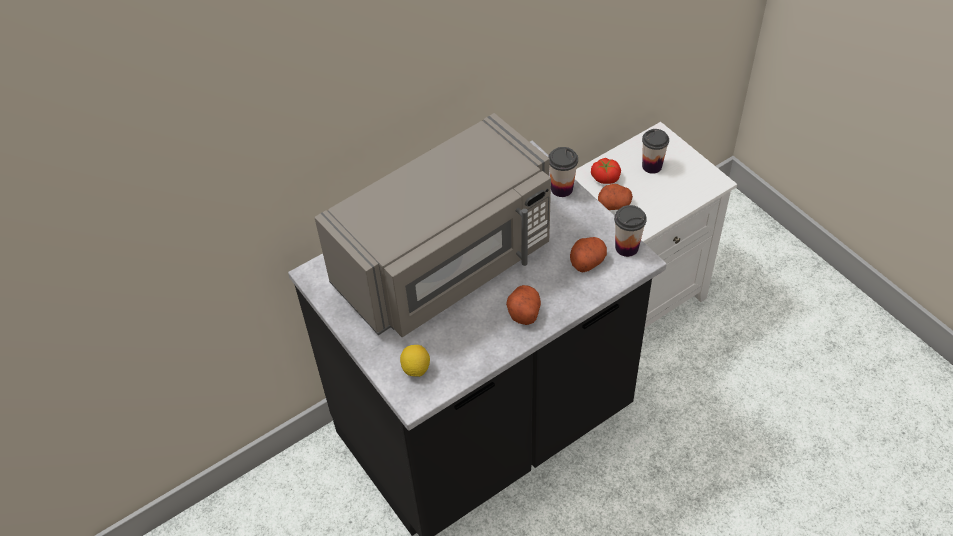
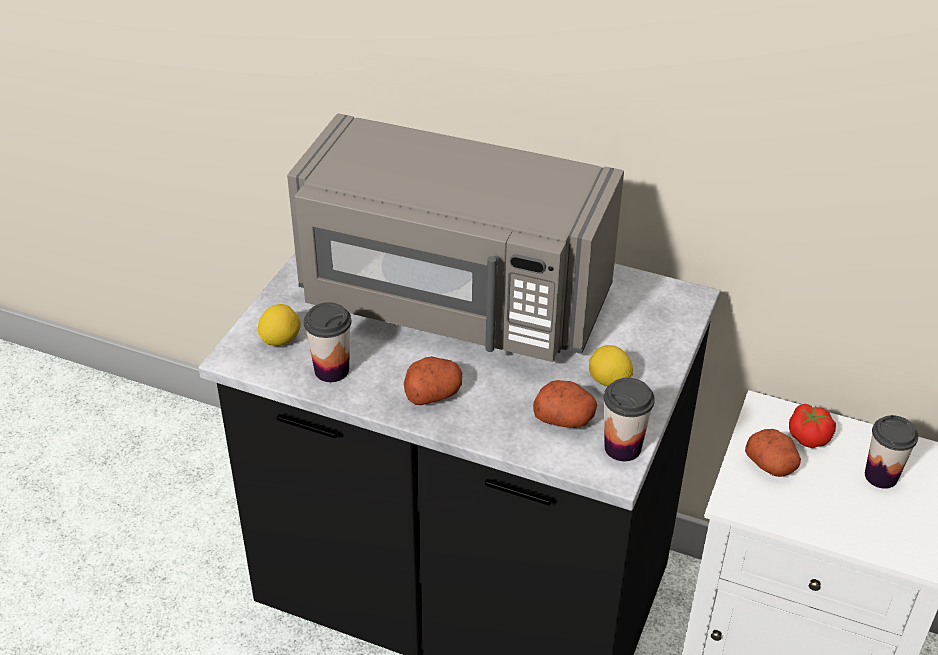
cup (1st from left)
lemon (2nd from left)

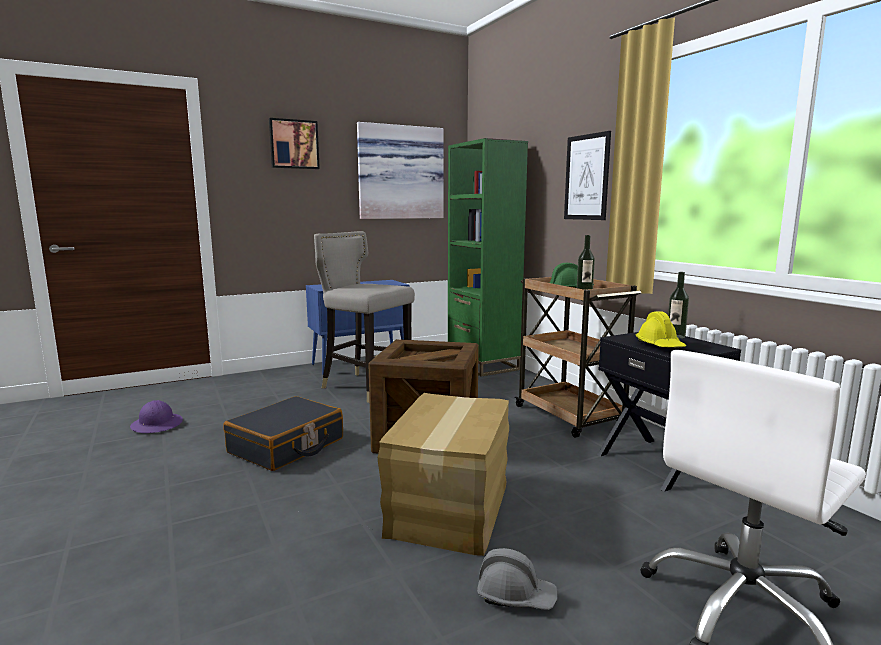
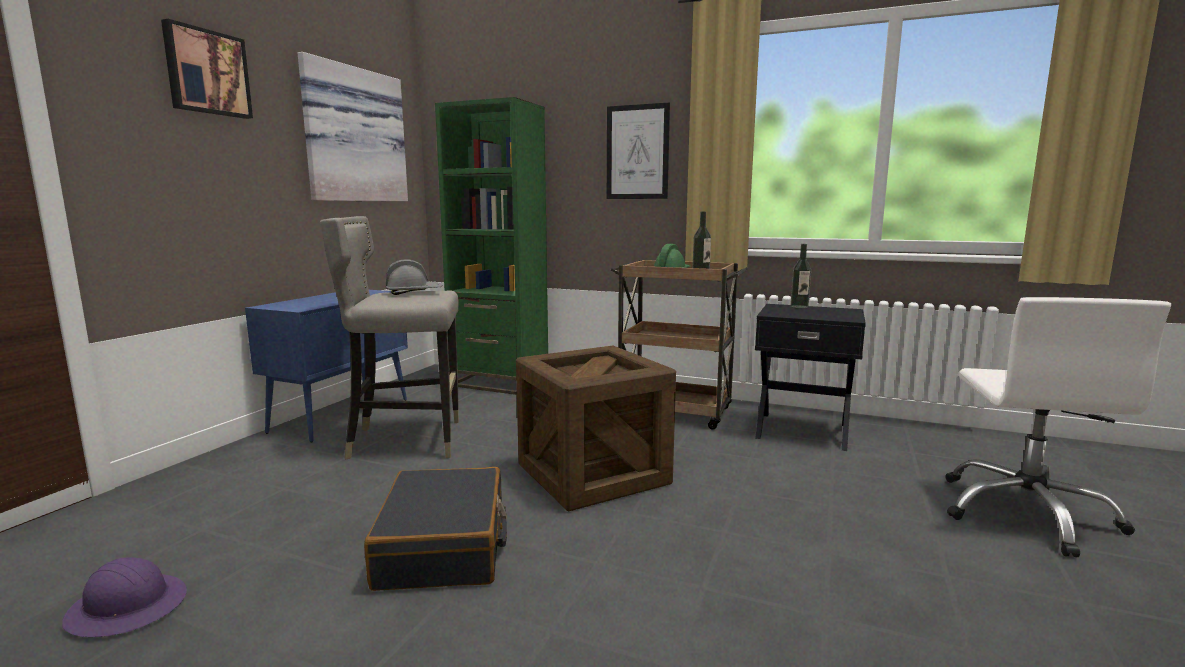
hard hat (grey)
cardboard box
hard hat (yellow)

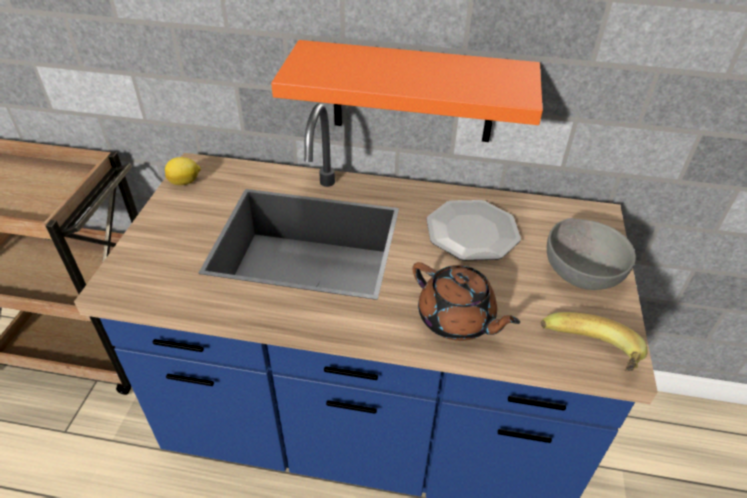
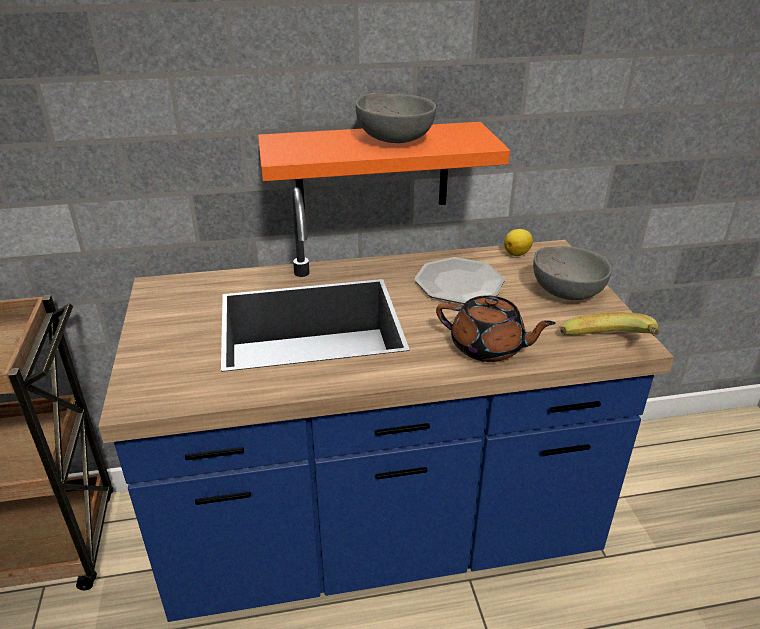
bowl (grey) (1st from left)
lemon

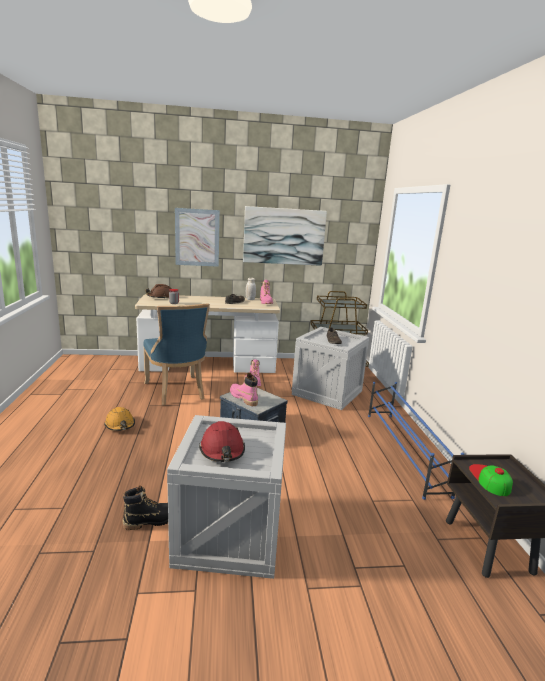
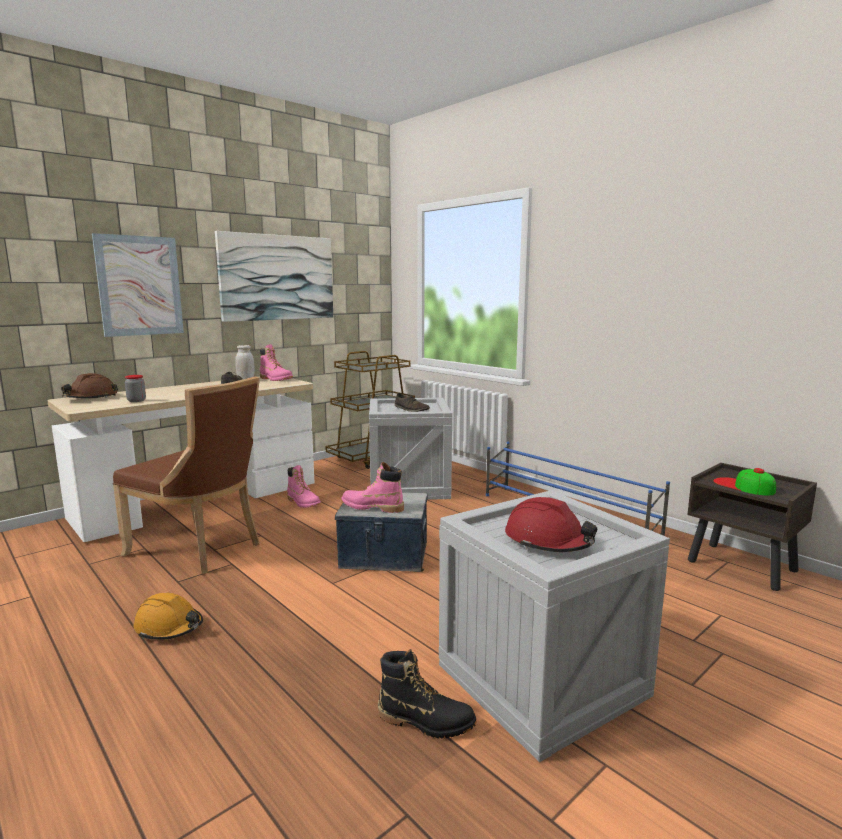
chair (brown)
boot (black)

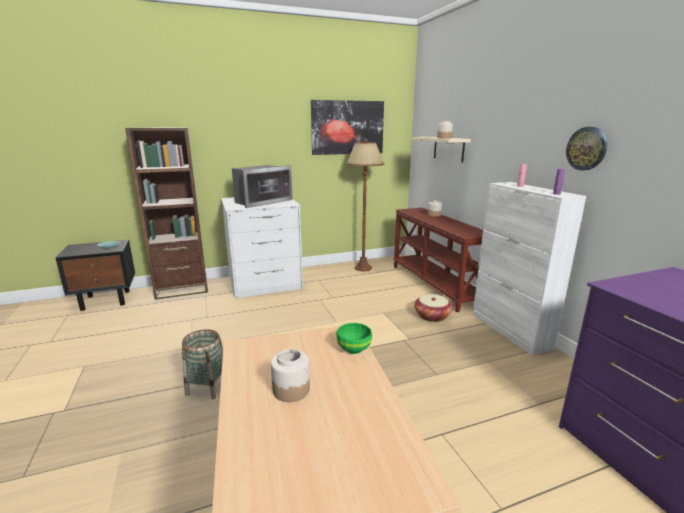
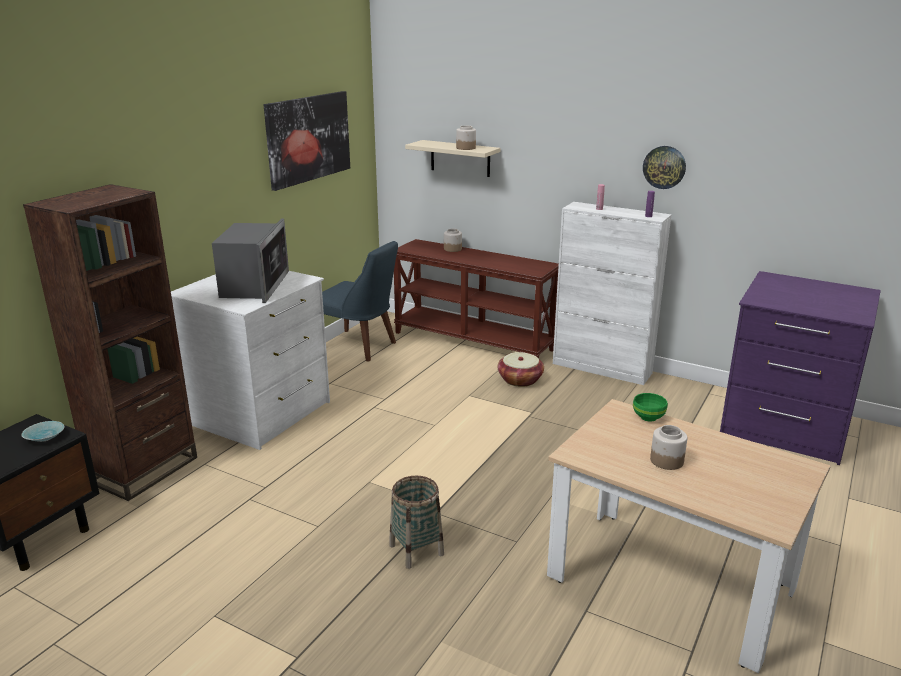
chair (blue)

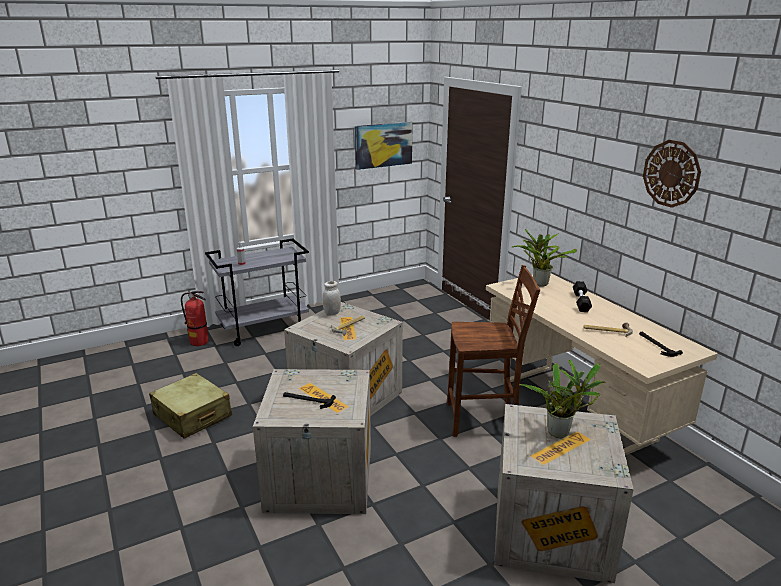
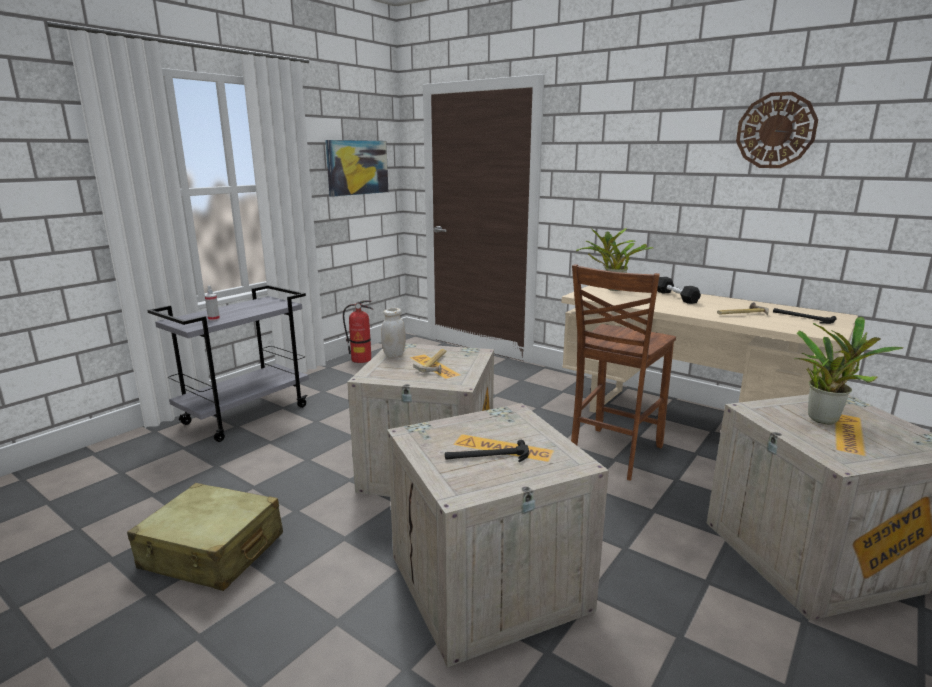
fire extinguisher
chair (brown)

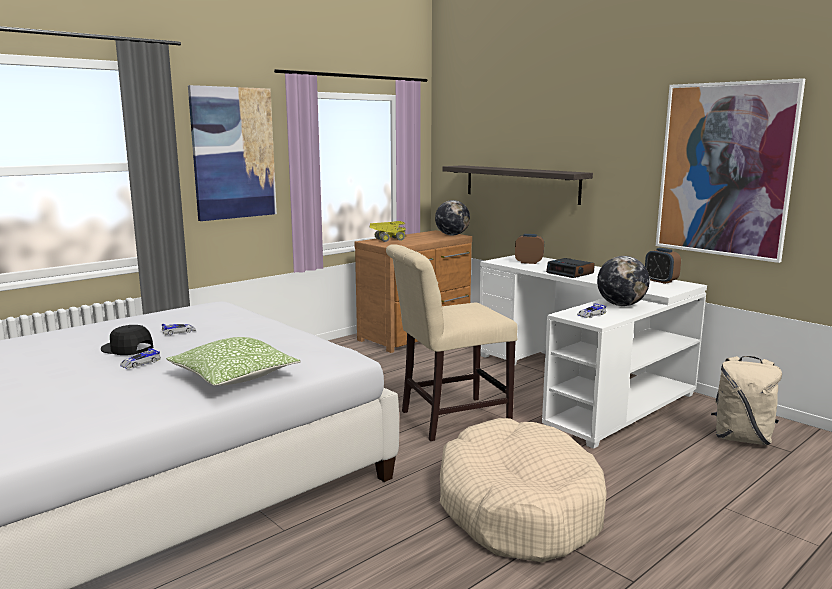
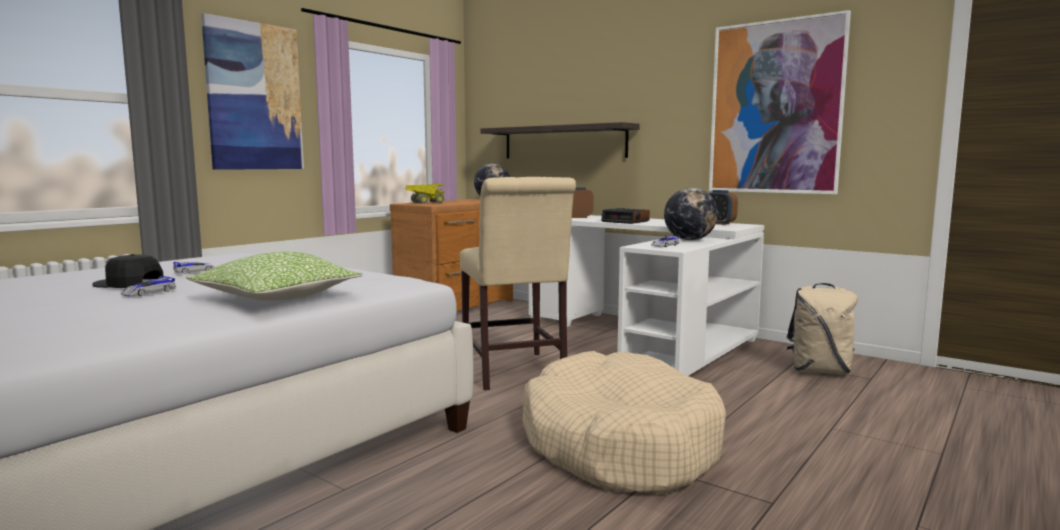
chair (beige)

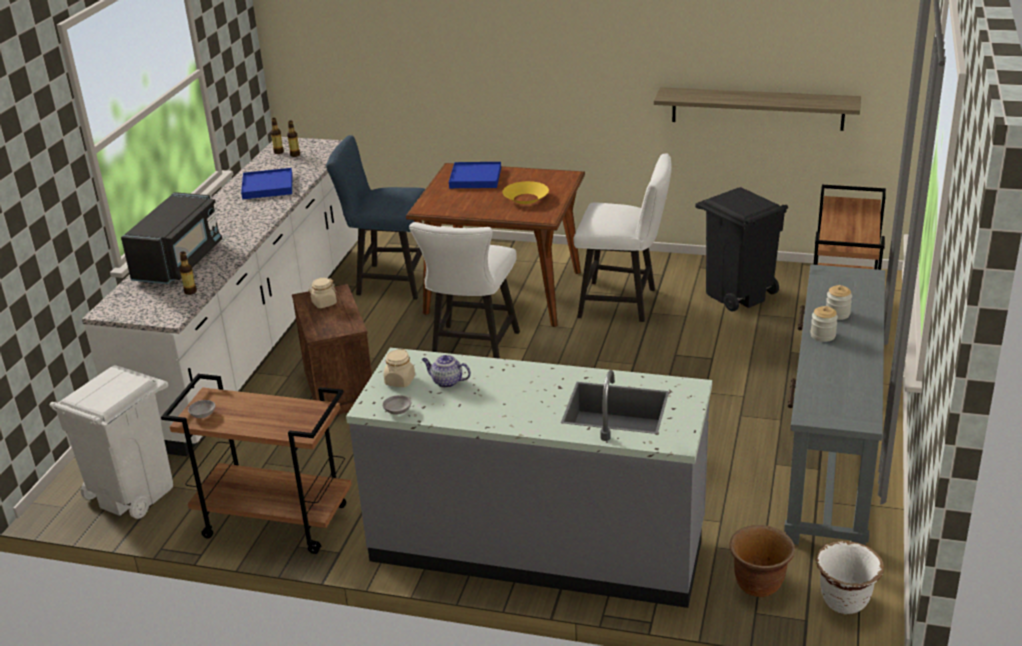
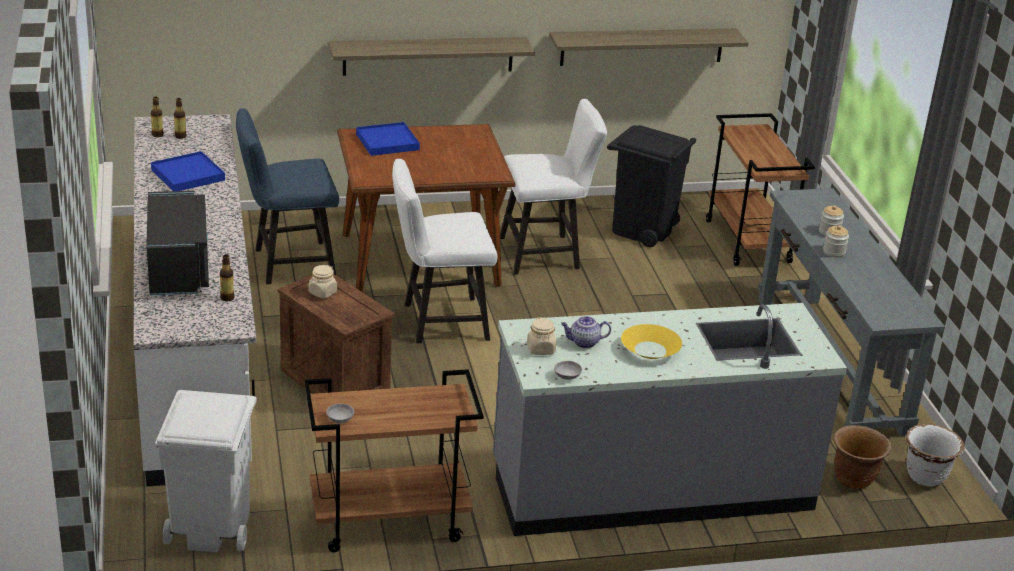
shelf (1st from left)
chair (white) (1st from left)
bowl (yellow)

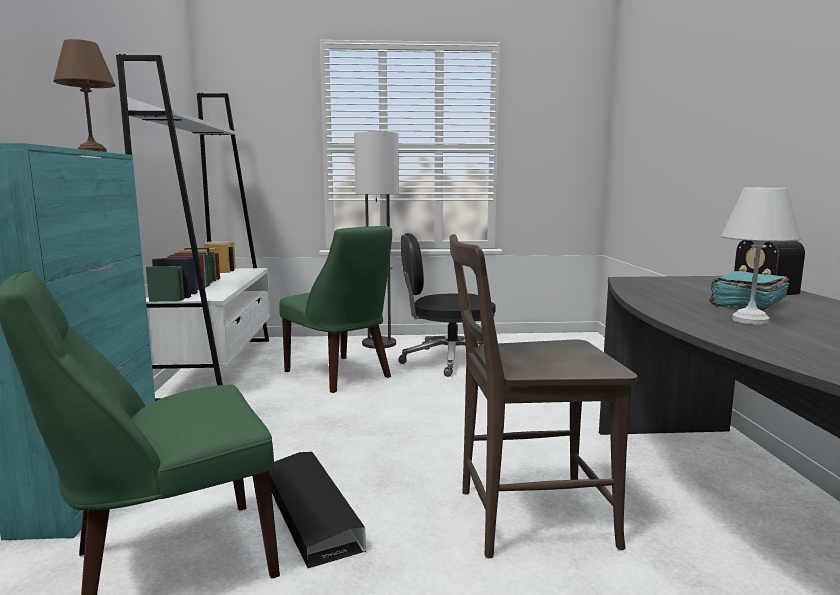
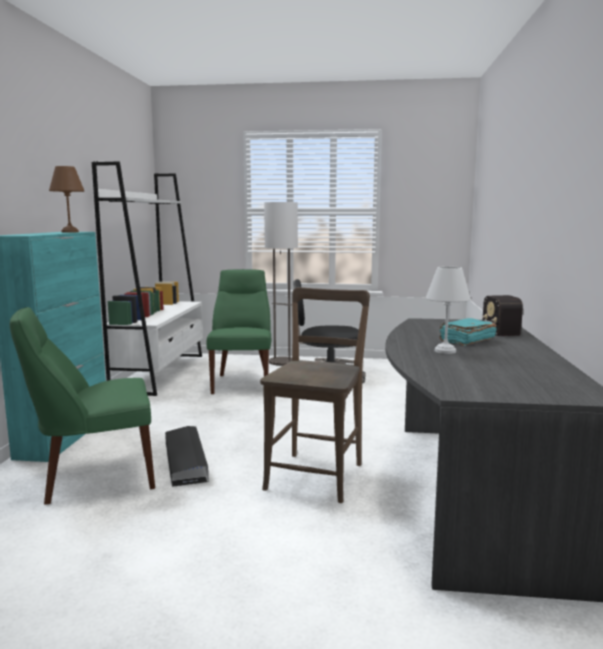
chair (green) (2nd from left)
chair (brown)

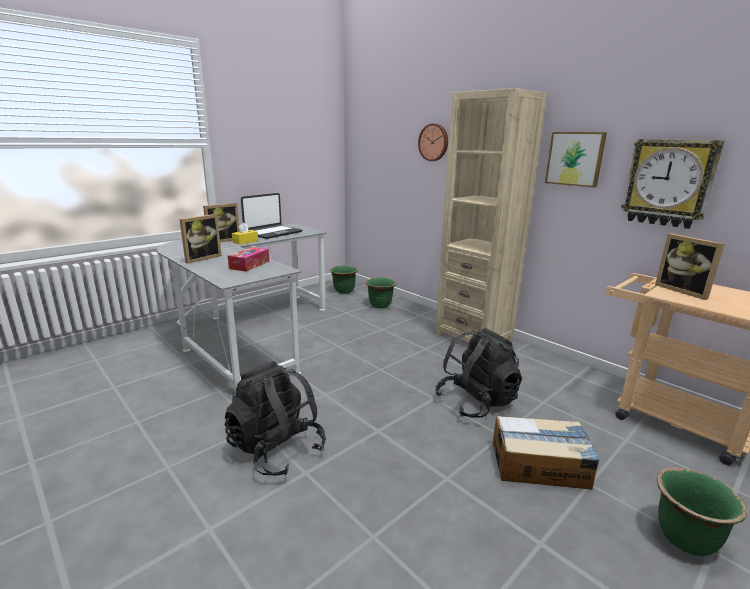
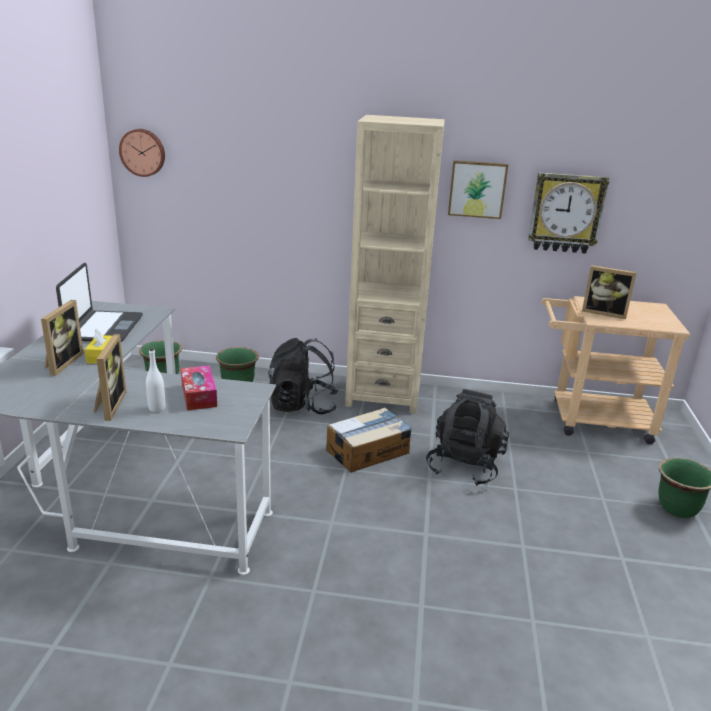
wall clock (1st from left)
bottle (white)
backpack (black) (1st from left)
cardboard box

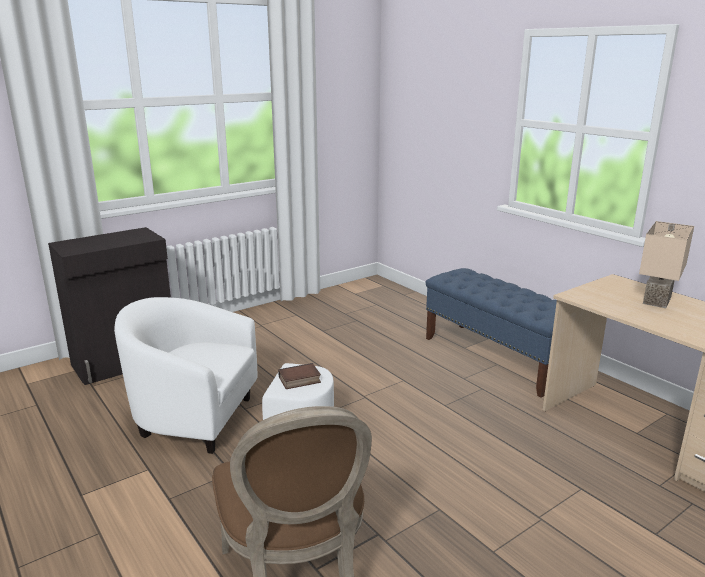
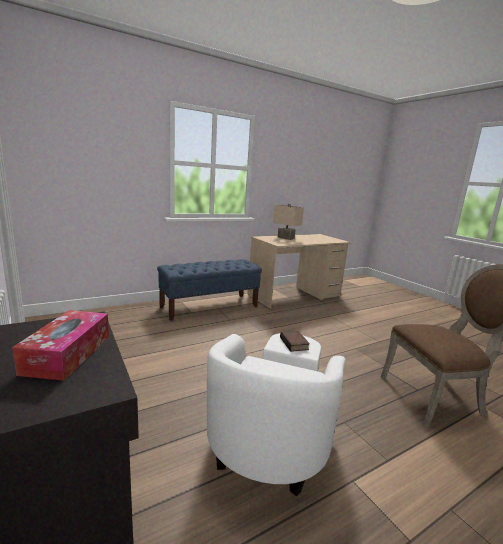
tissue box

